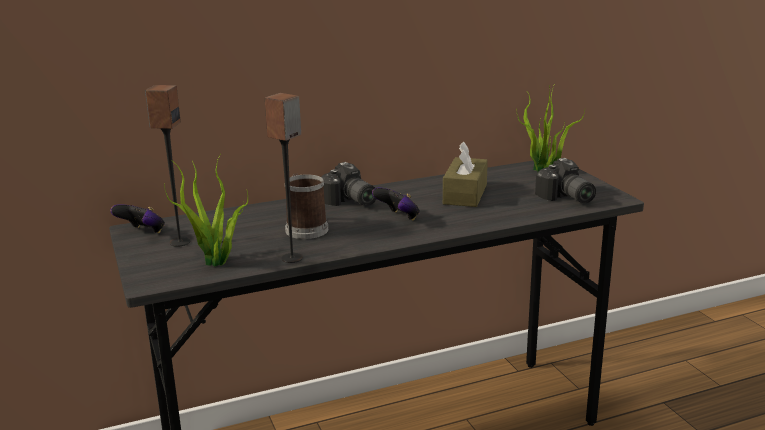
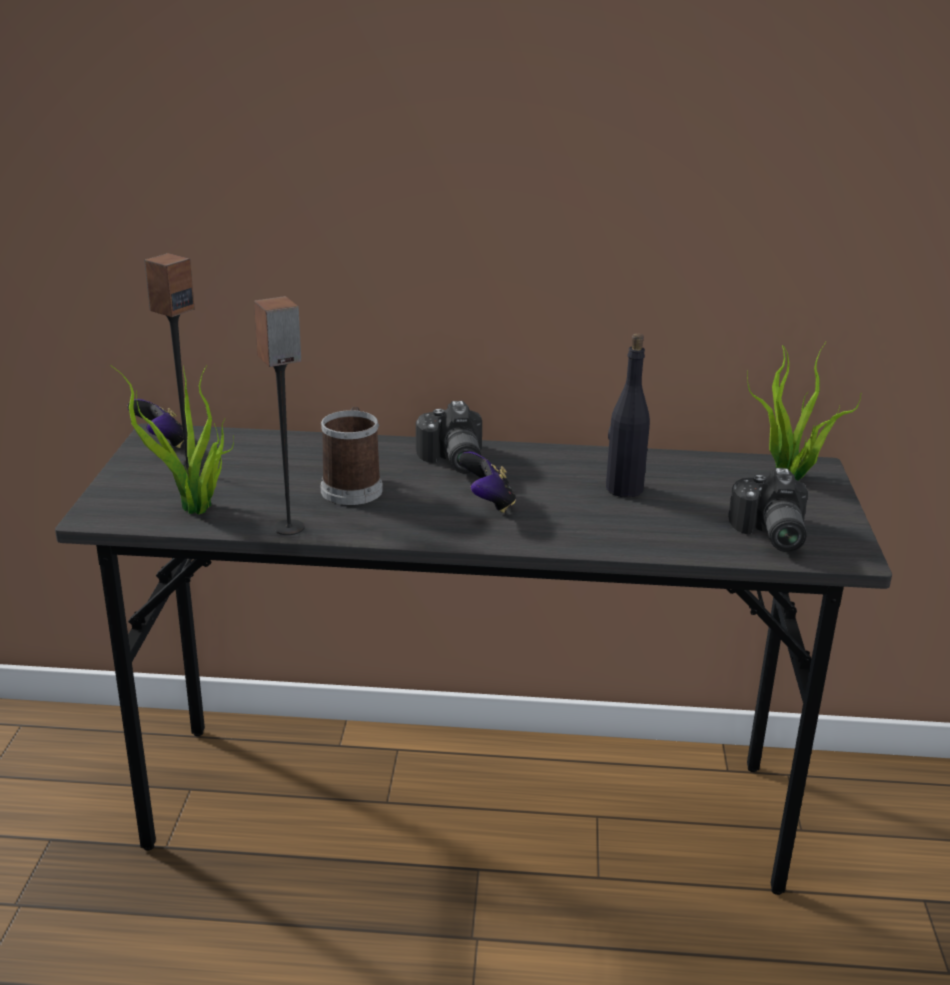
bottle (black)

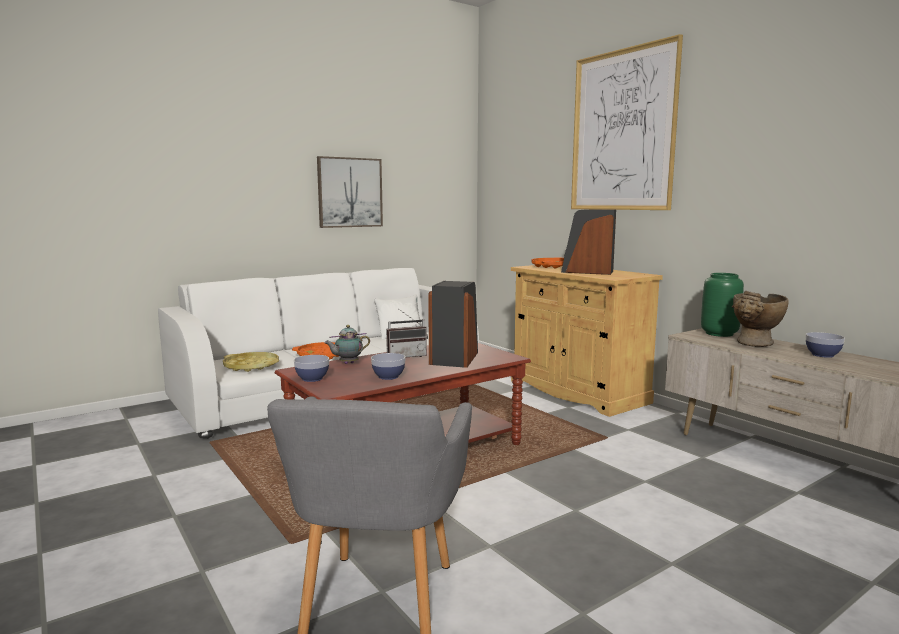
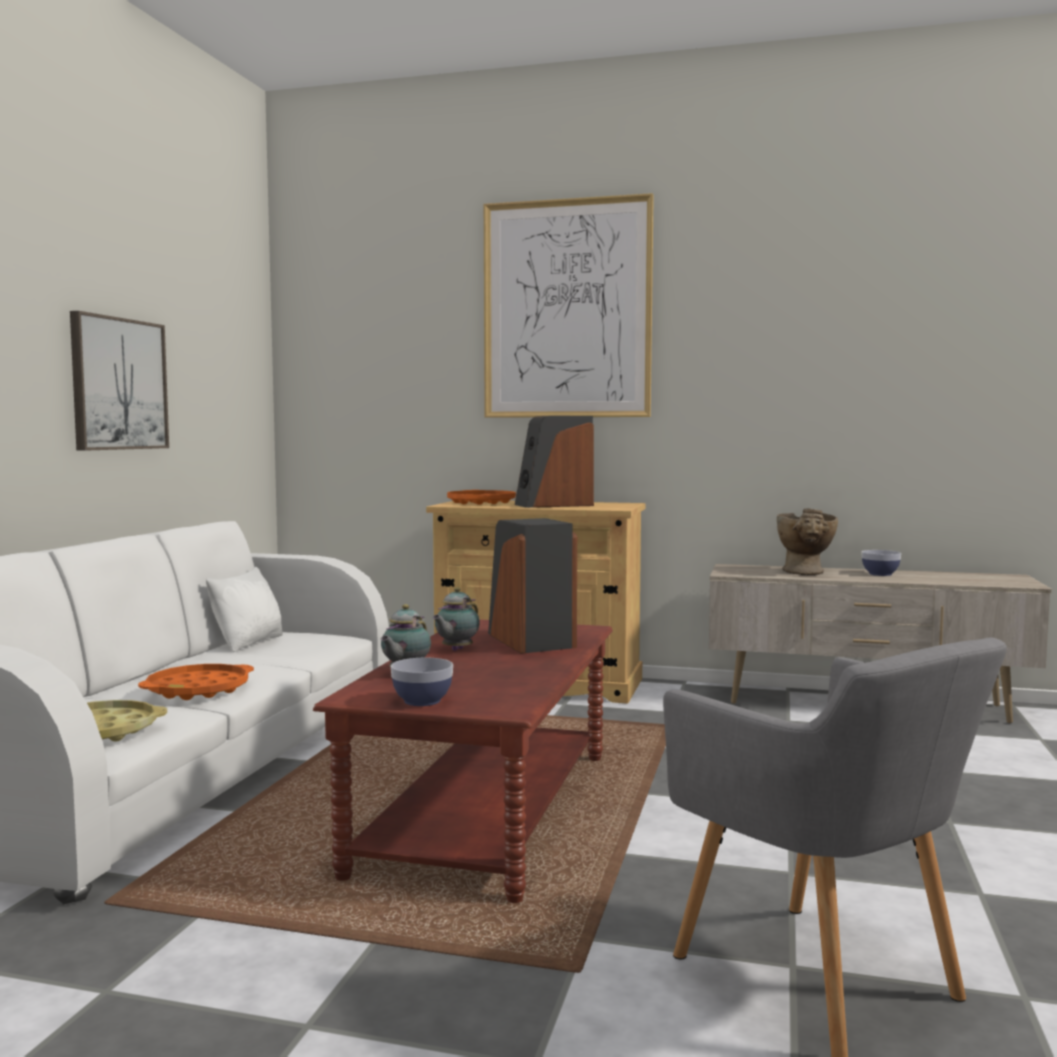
teapot (2nd from left)
bowl (2nd from left in the first image)
vase (green)

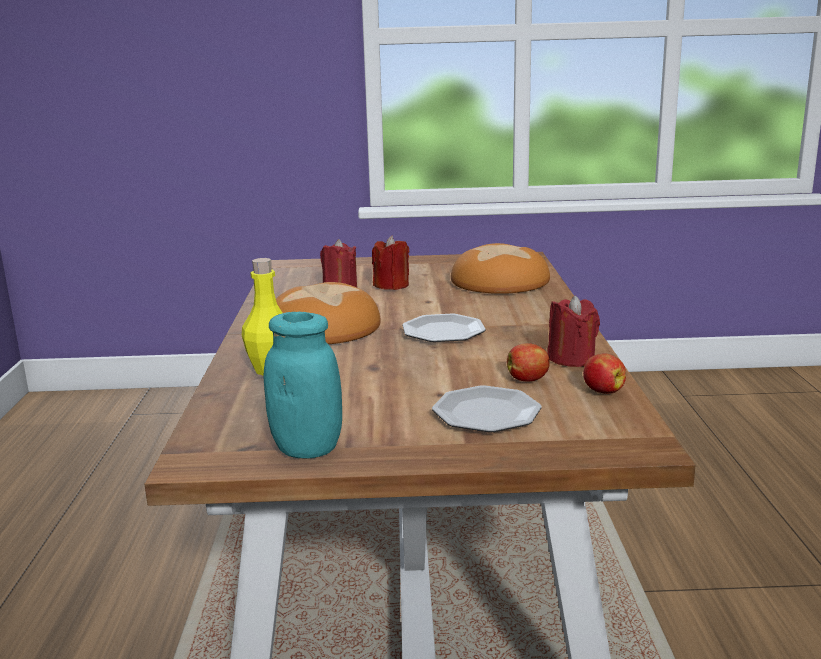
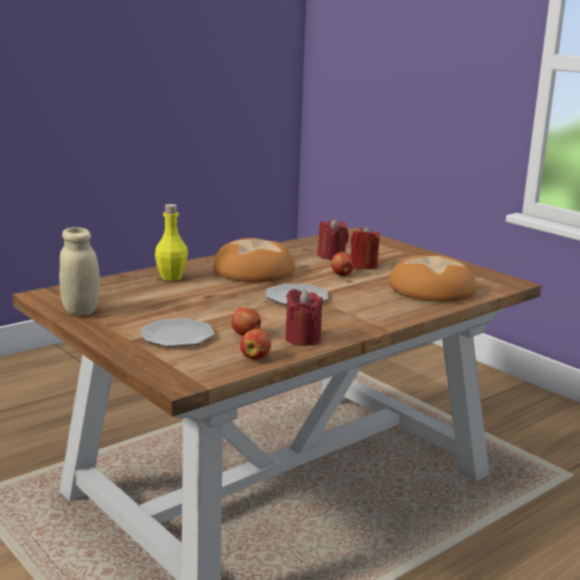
jar (beige)
apple (3rd from left)

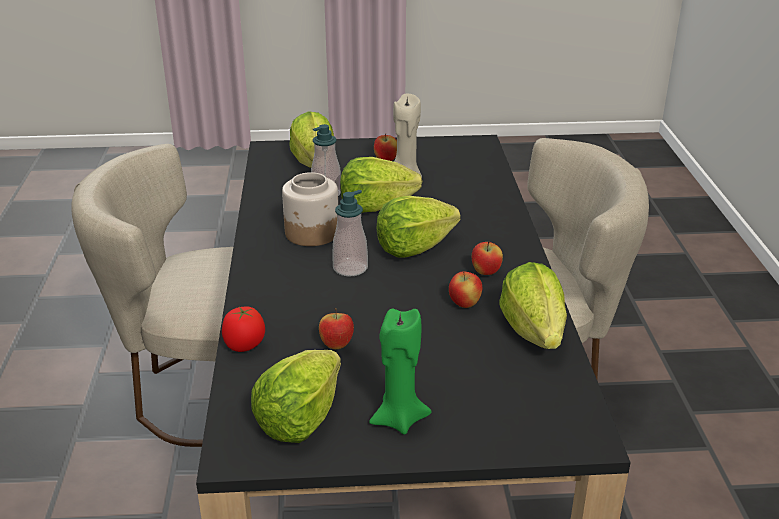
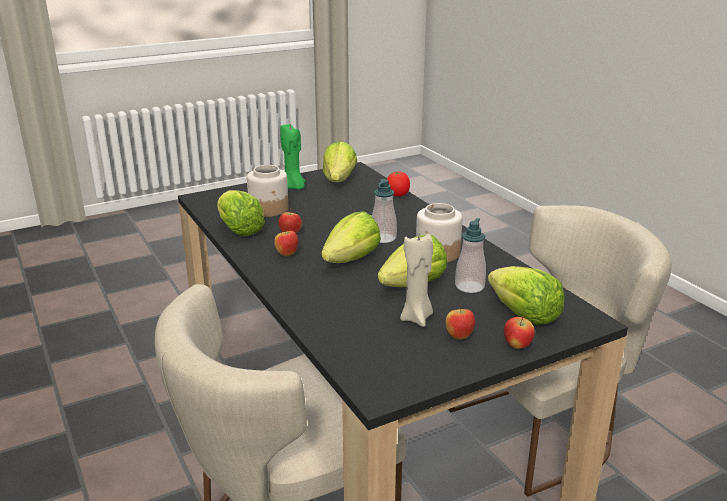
jar (1st from left)
apple (4th from left)

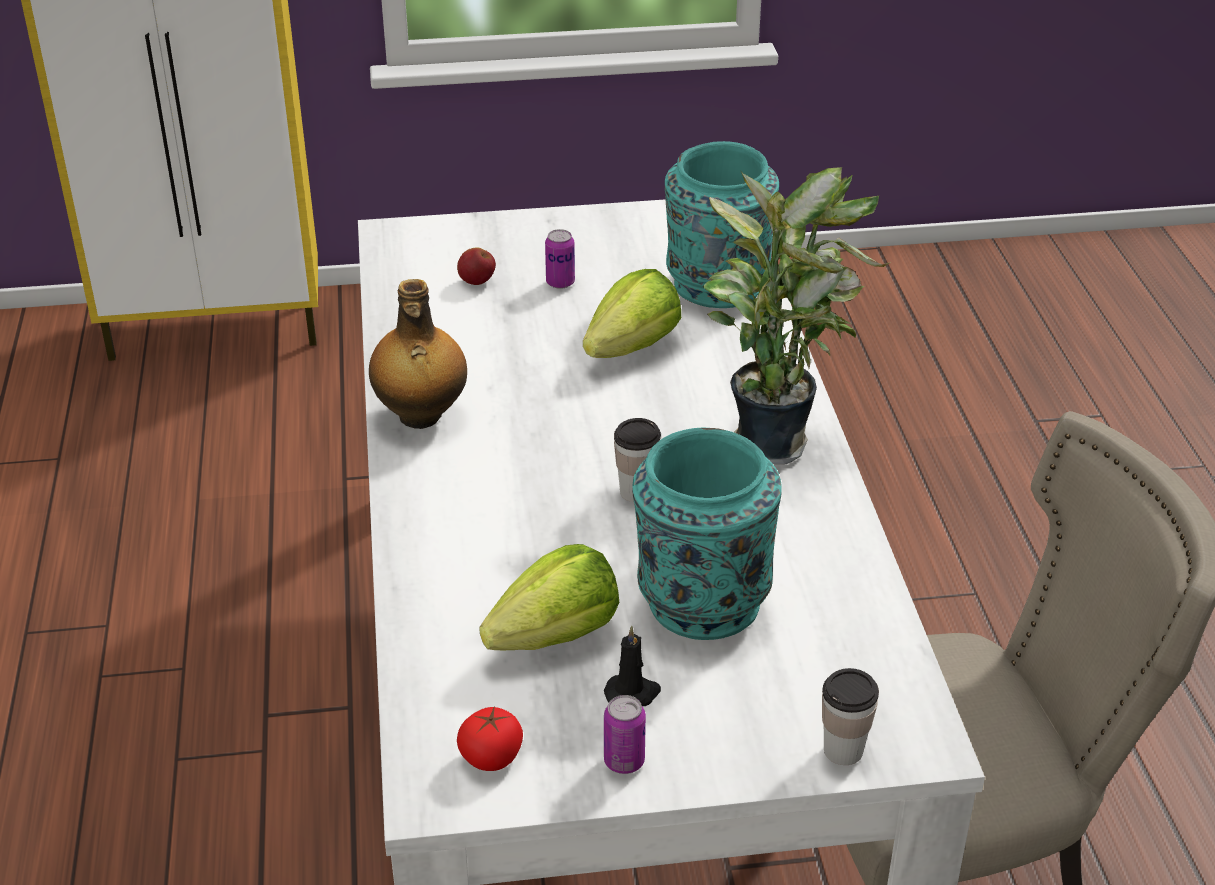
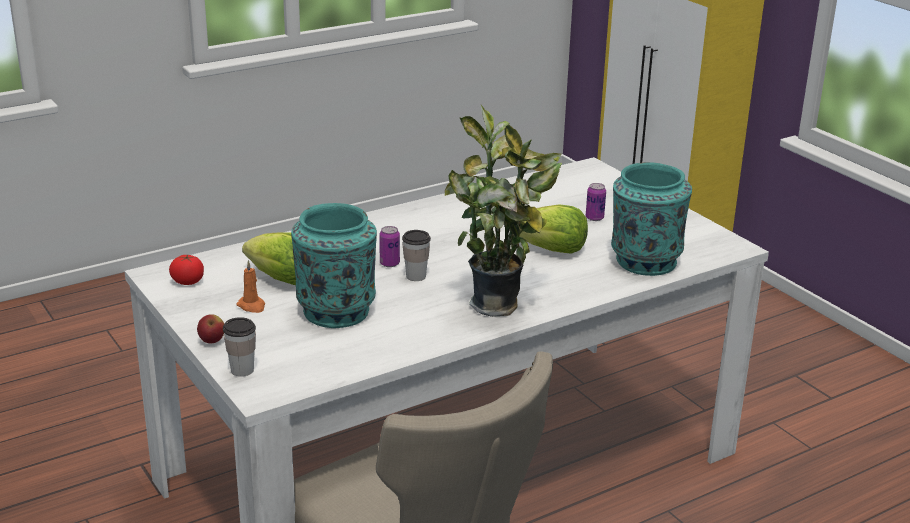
apple
candle (orange)
can (1st from left)
bottle

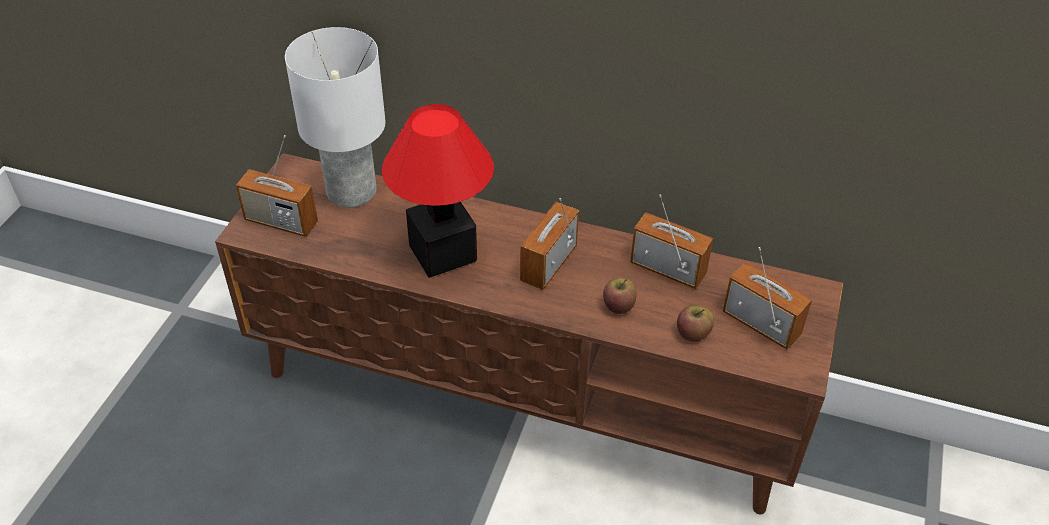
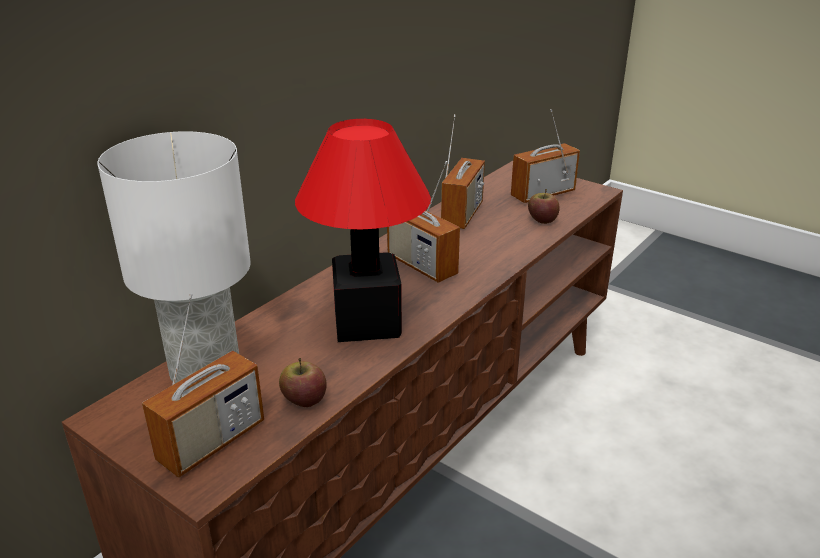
apple (1st from left)
radio (3rd from left)

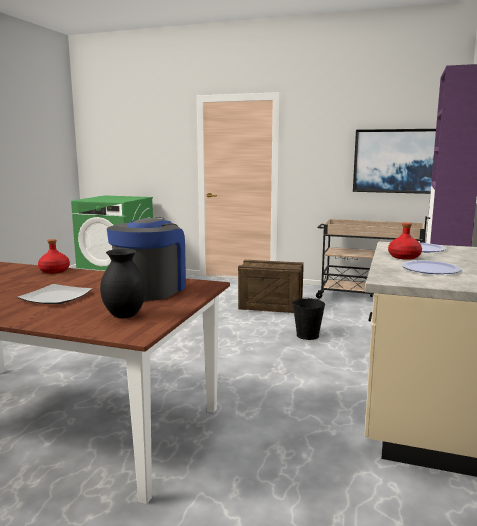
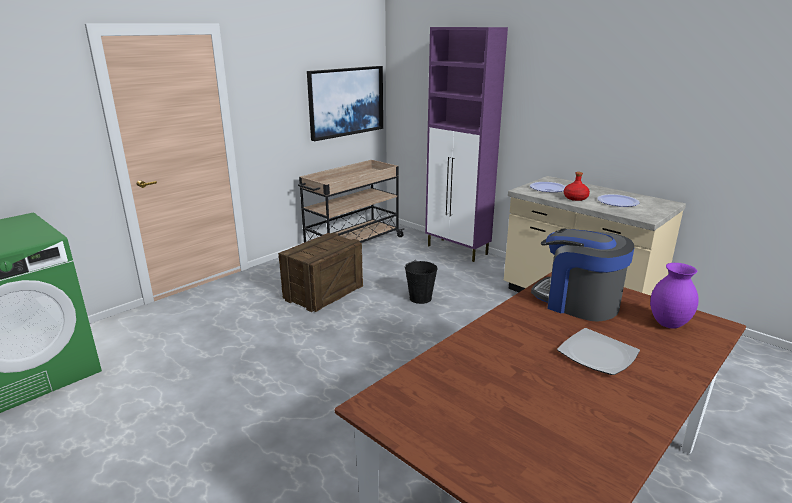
vase (purple)
bottle (red) (1st from left in the first image)

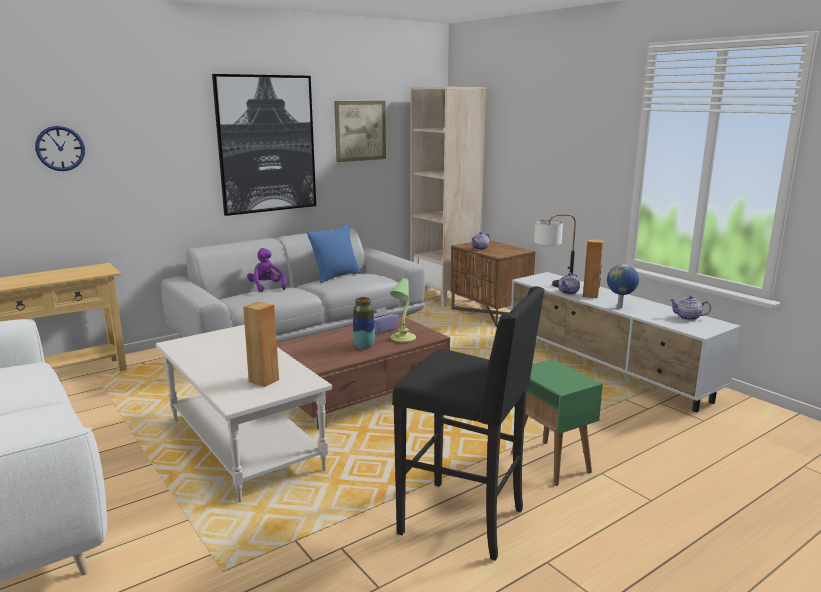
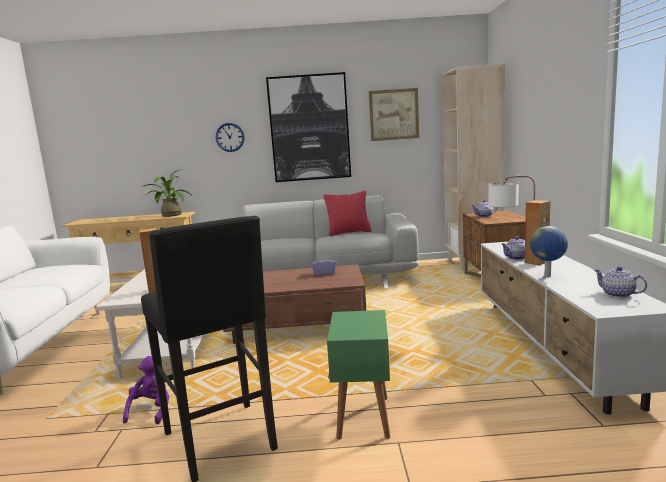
plush toy (purple)
potted plant
wall clock
pillow (red)
vase
table lamp (1st from left in the first image)

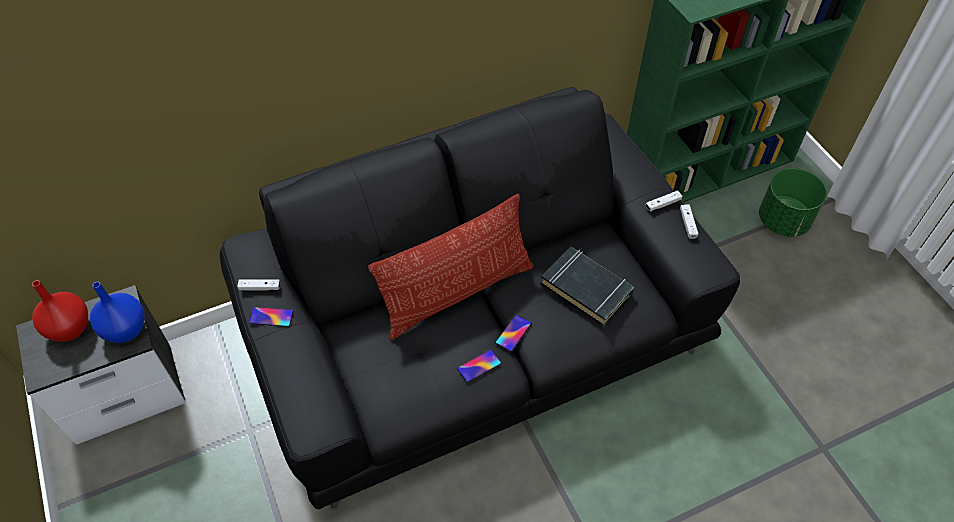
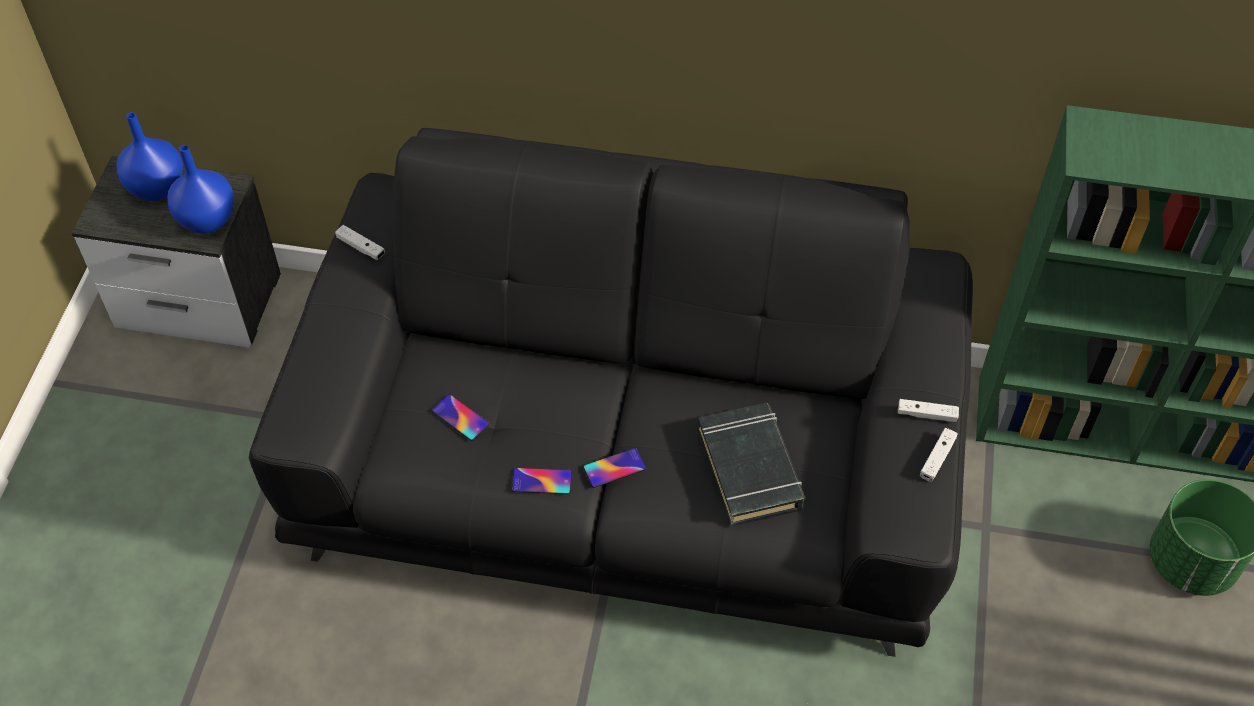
vase (blue) (1st from left)
phone (1st from left)
pillow

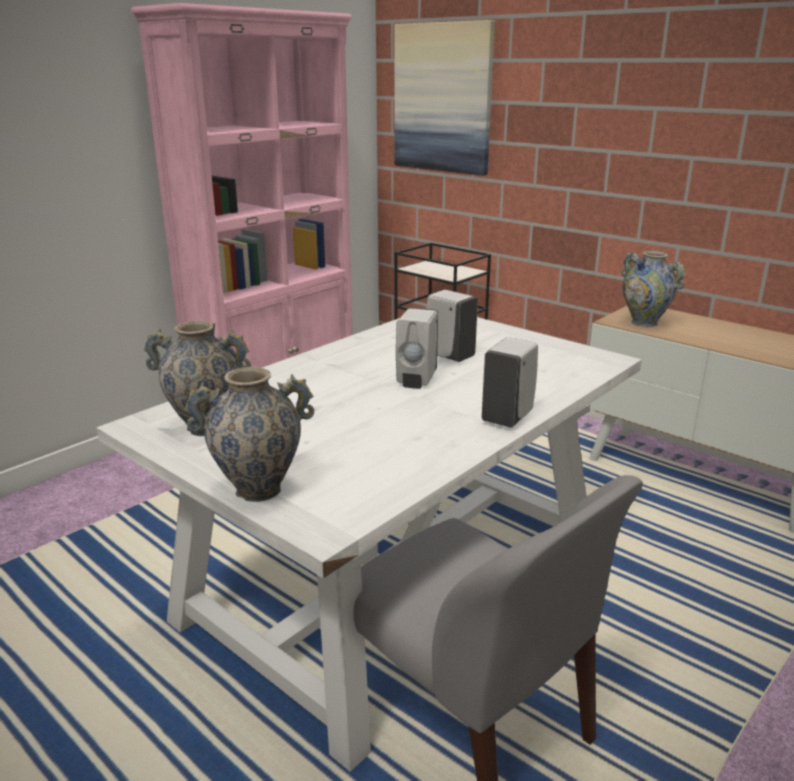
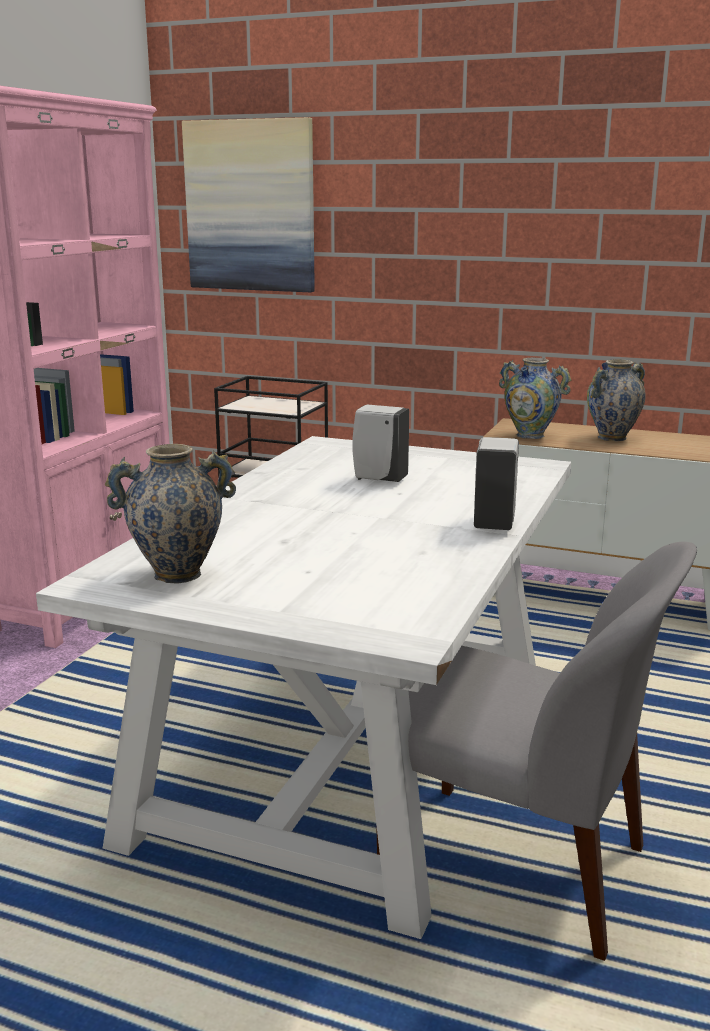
vase (3rd from left)
soap dispenser (white) (1st from left in the first image)

